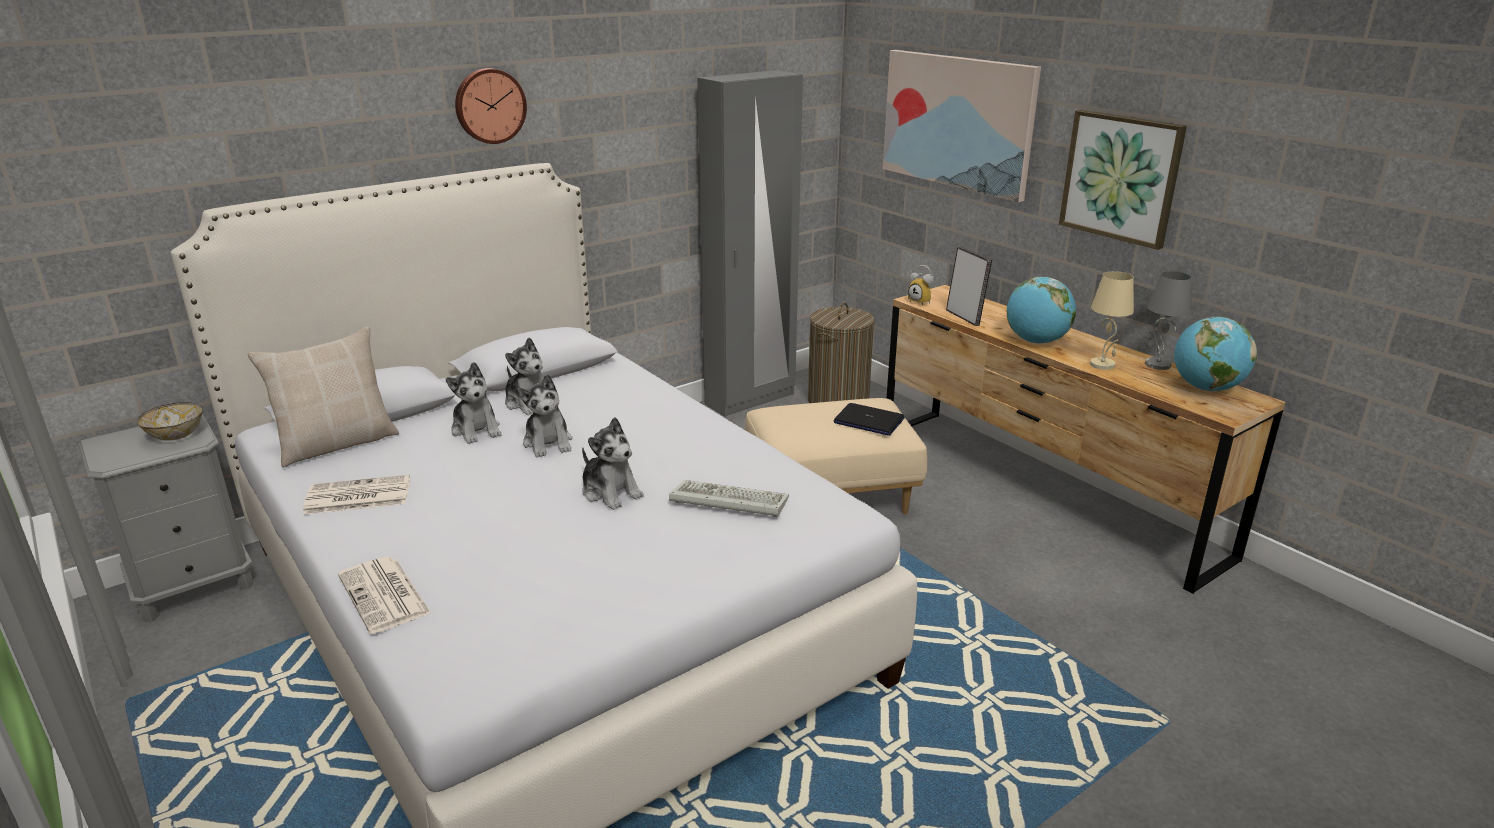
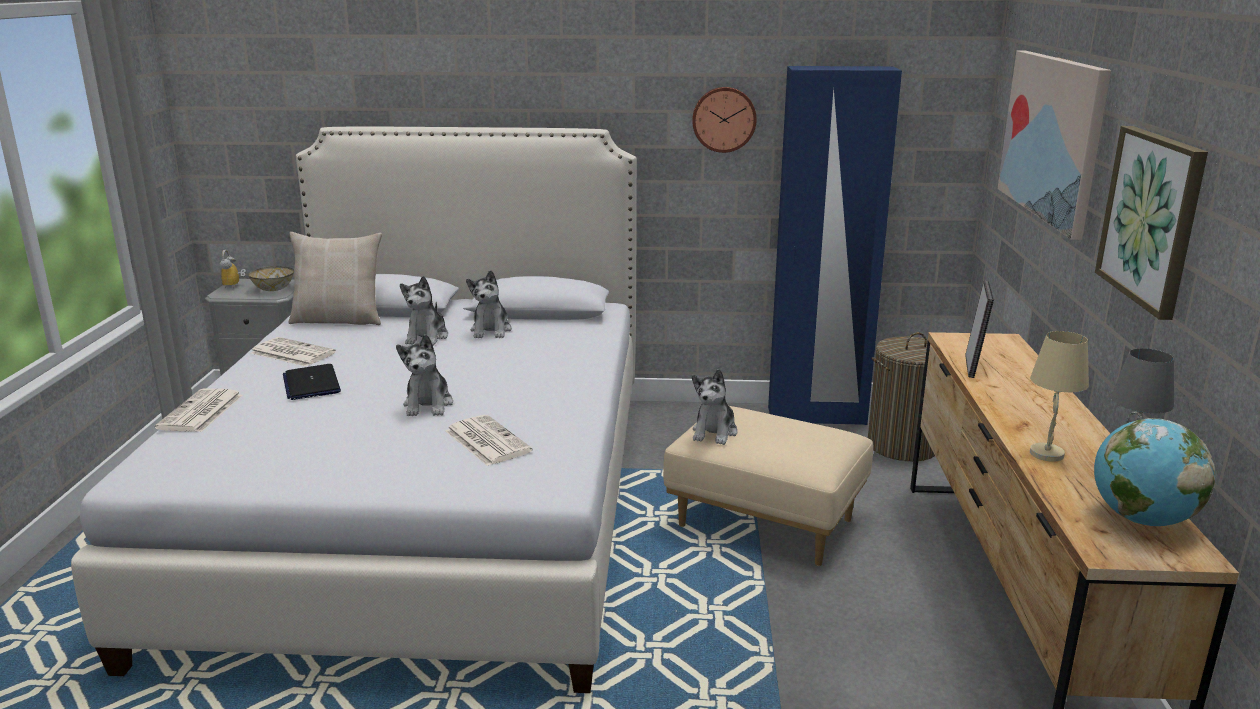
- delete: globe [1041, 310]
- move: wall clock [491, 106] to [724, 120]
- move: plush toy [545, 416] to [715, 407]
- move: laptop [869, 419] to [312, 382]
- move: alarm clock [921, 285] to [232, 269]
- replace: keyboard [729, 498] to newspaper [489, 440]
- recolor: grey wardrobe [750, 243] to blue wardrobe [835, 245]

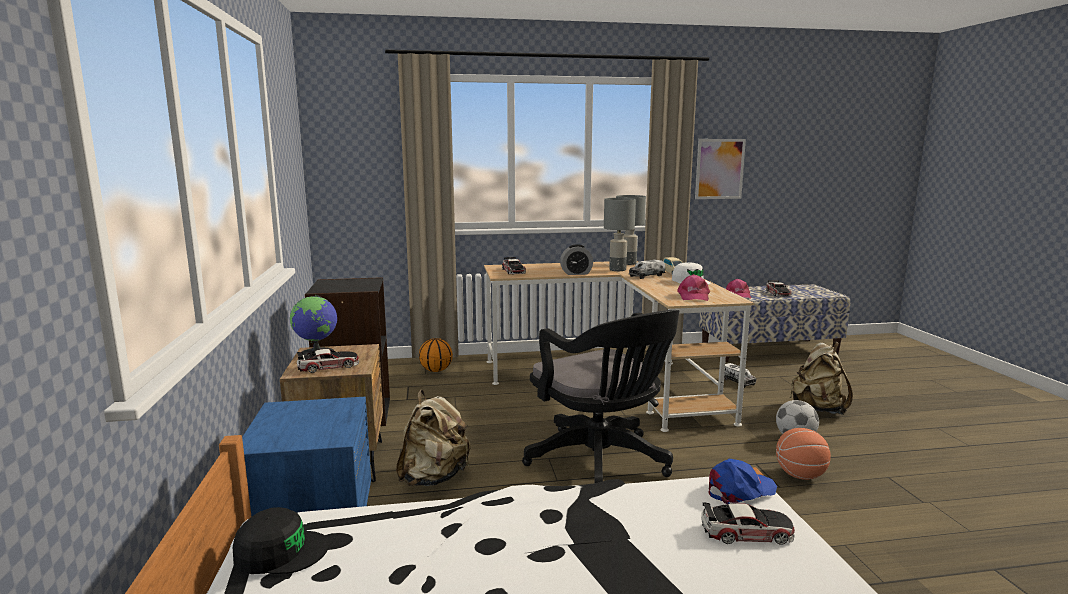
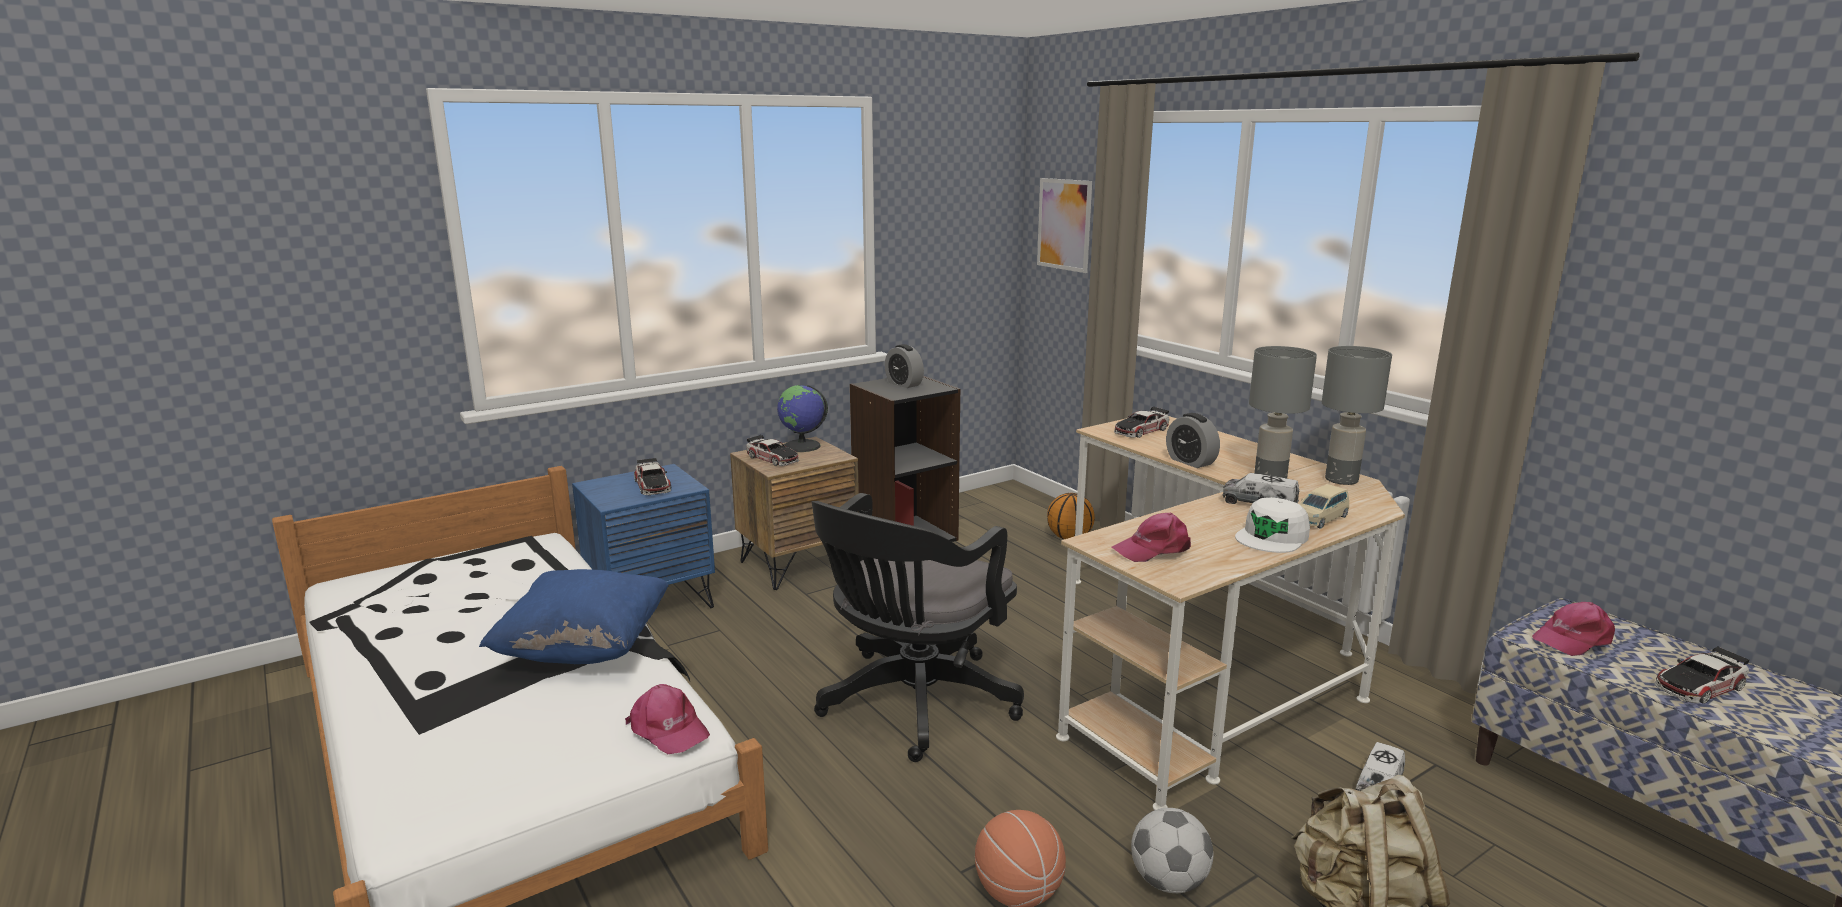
- delete: black cap [281, 540]
- delete: beige backpack [433, 438]
- insert: blue pillow [574, 616]
- insert: alarm clock [904, 366]
- move: picture [720, 169] to [1064, 225]
- move: toy car [748, 523] to [652, 476]
- recolor: blue cap [742, 481] to pink cap [667, 719]

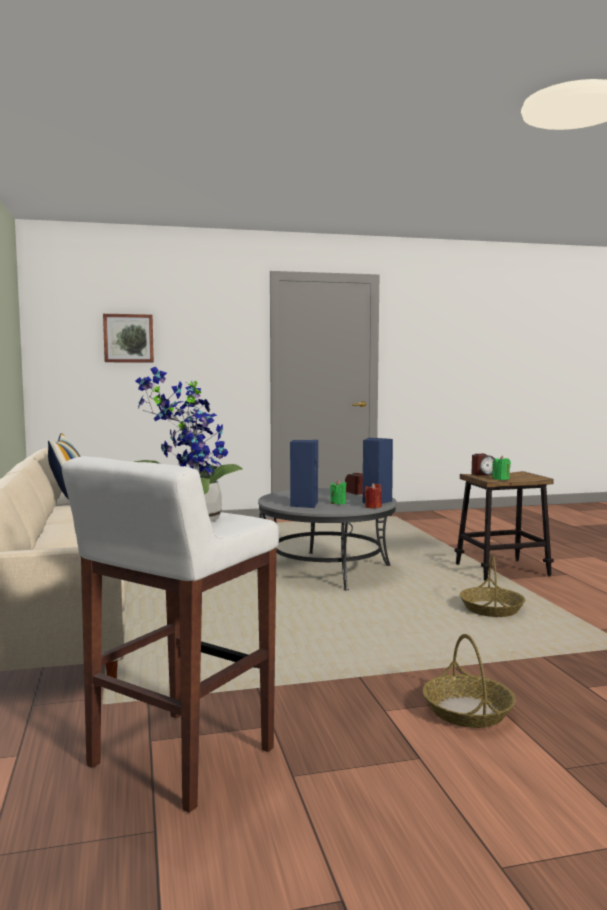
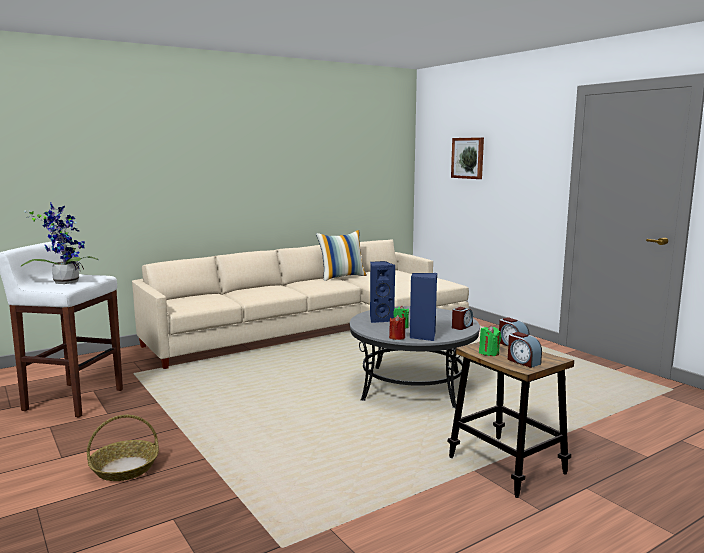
- delete: basket [492, 586]
- insert: alarm clock [525, 350]

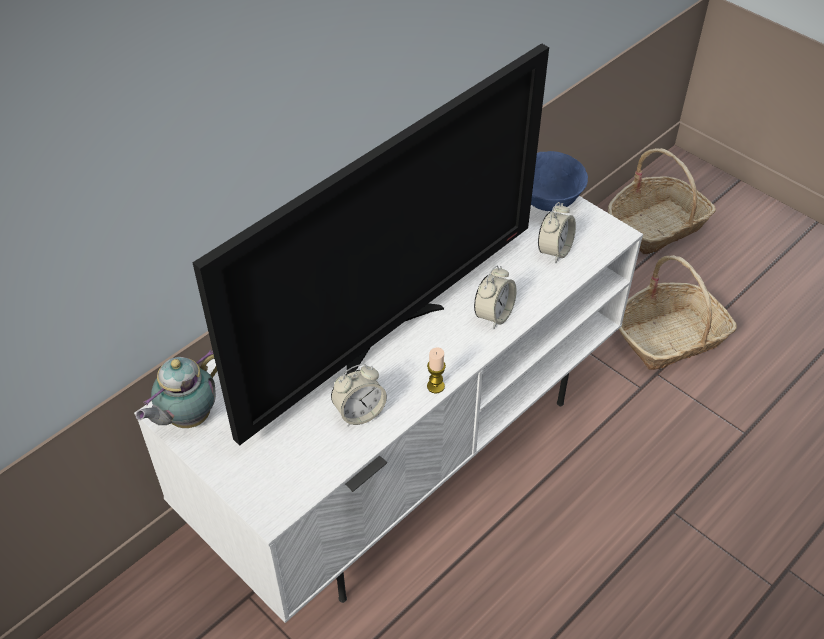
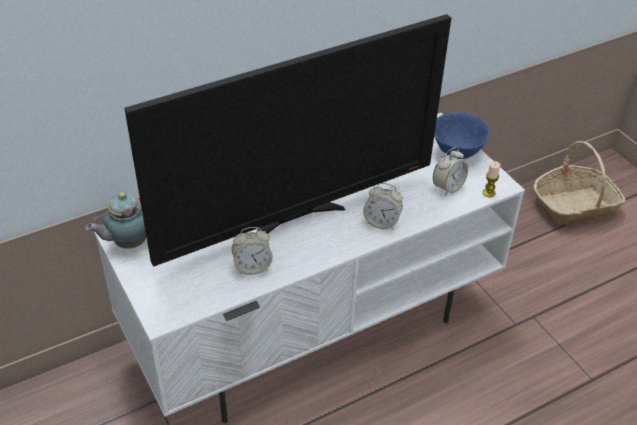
- delete: basket [678, 312]
- move: candle [436, 370] to [491, 179]
- rotate: alarm clock [495, 297] = [383, 206] 60 degrees clockwise

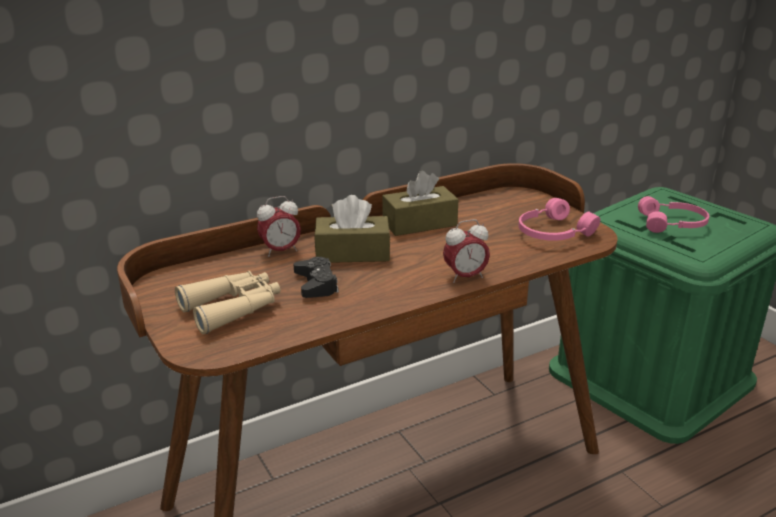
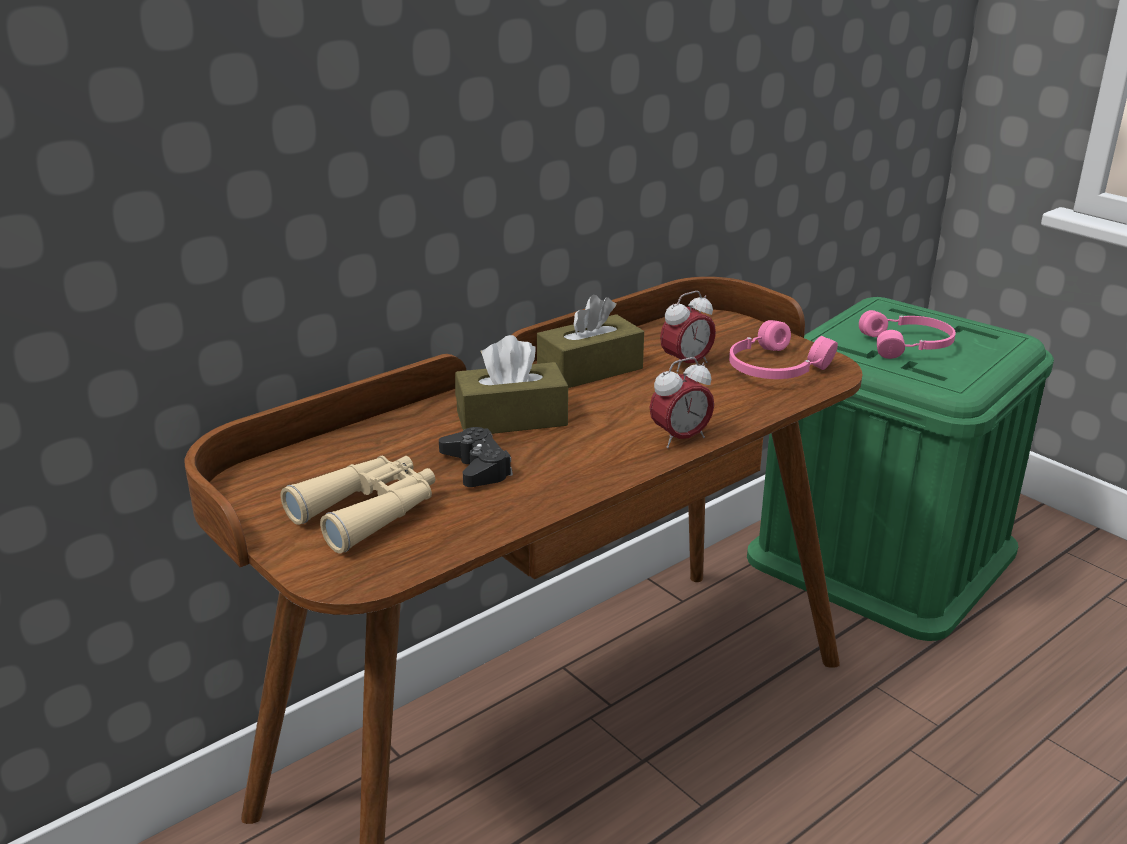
- move: alarm clock [279, 226] to [688, 331]

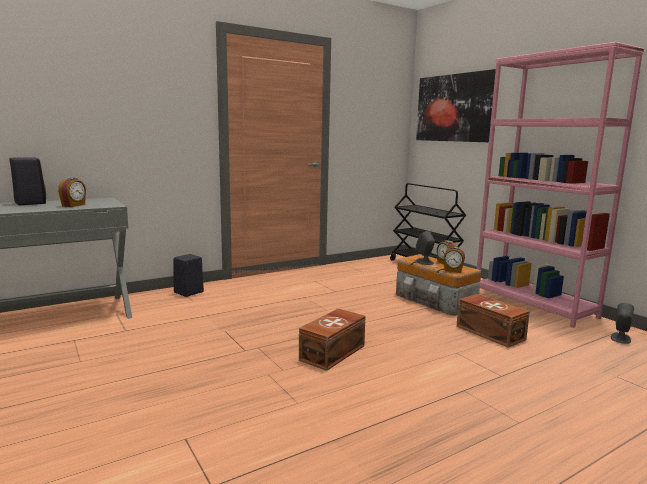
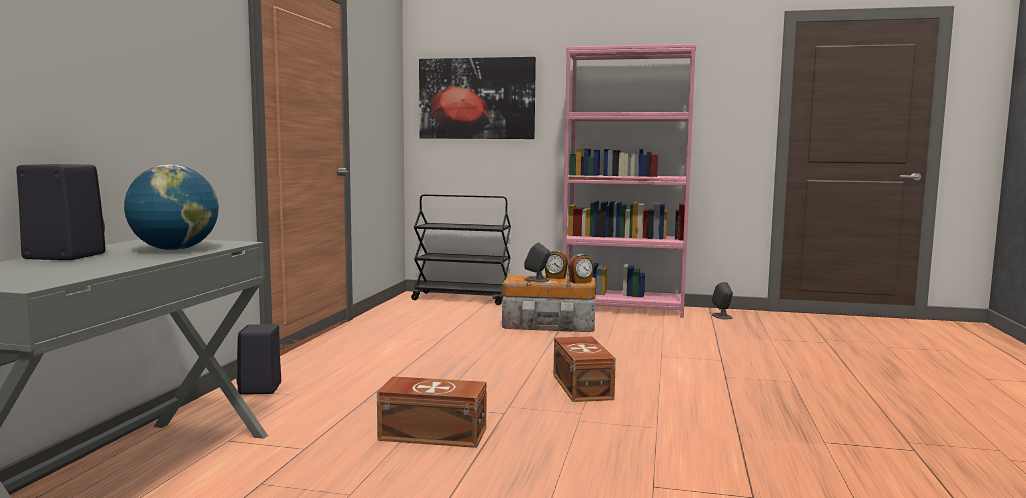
- move: brown storage box [493, 321] to [432, 412]
- replace: alarm clock [72, 192] to globe [171, 207]

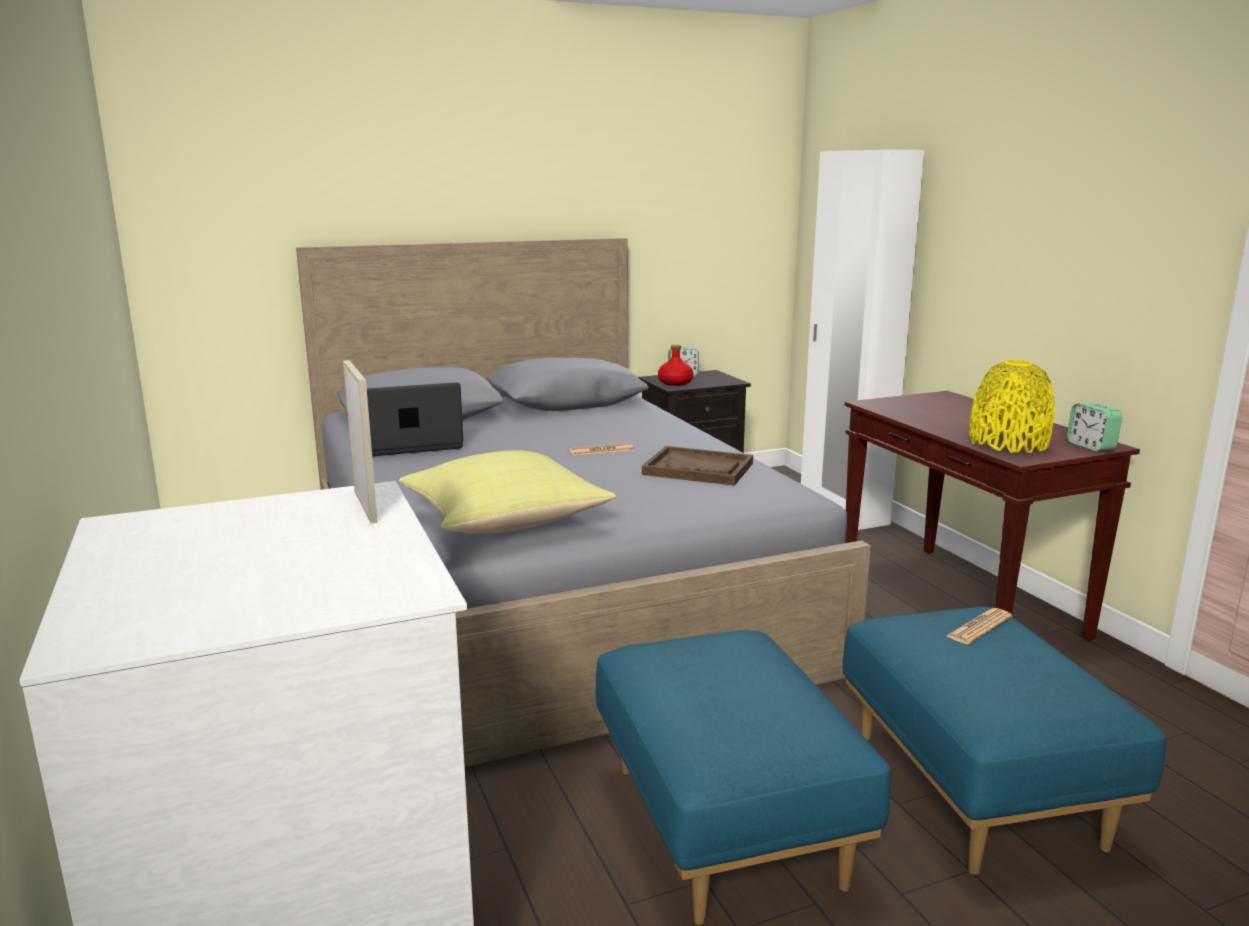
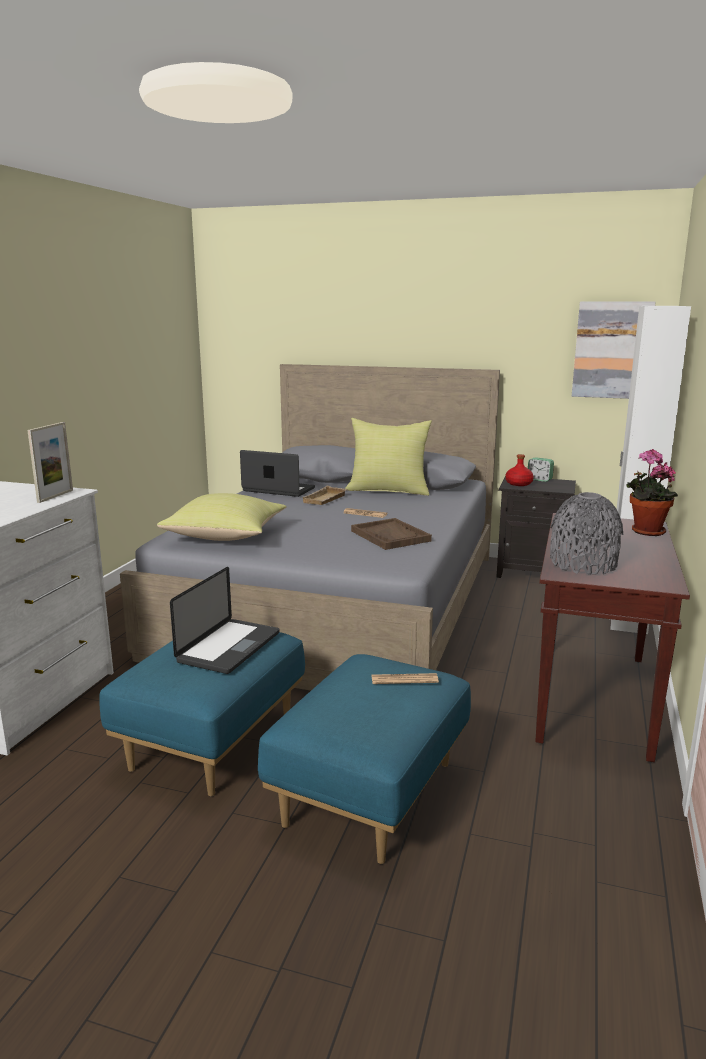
- delete: alarm clock [1094, 427]
- insert: laptop [224, 620]
- insert: beige tray [325, 495]
- insert: yellow pillow [388, 457]
- insert: picture [614, 350]
- insert: potted plant [652, 492]
- recolor: yellow vase [1012, 406] to grey vase [586, 533]

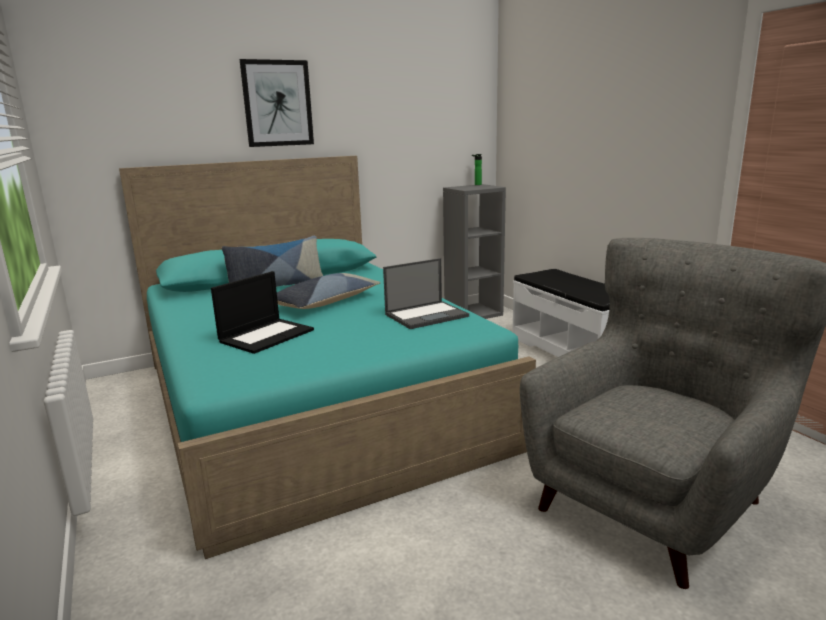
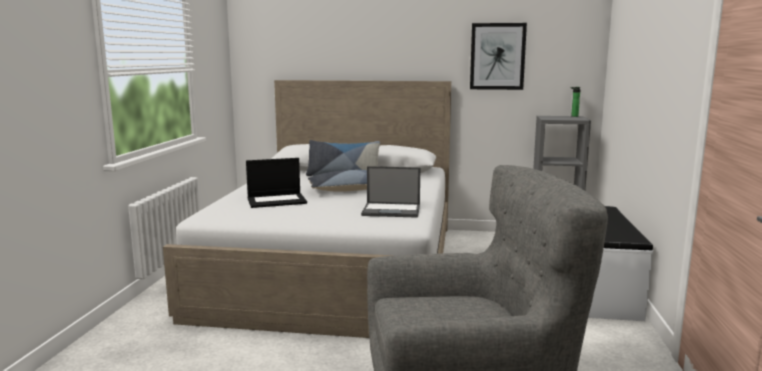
- move: picture [277, 103] to [498, 56]
- recolor: turquoise bed [327, 357] to white bed [307, 209]

